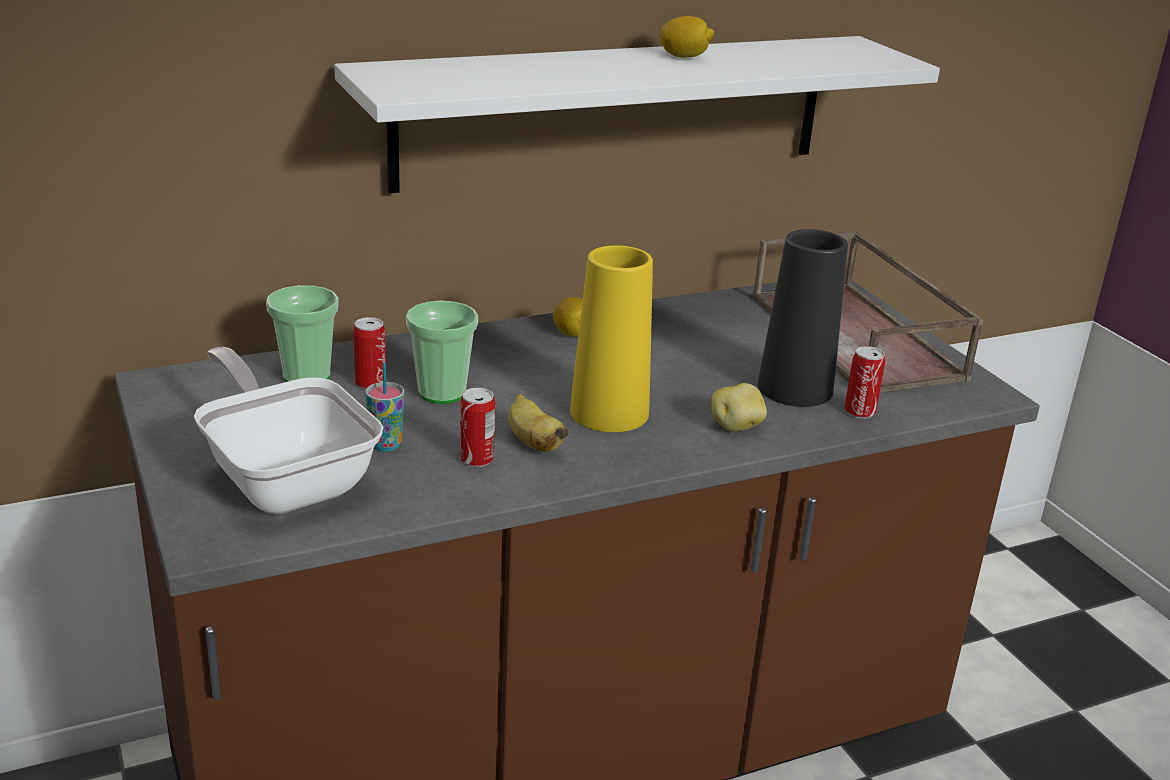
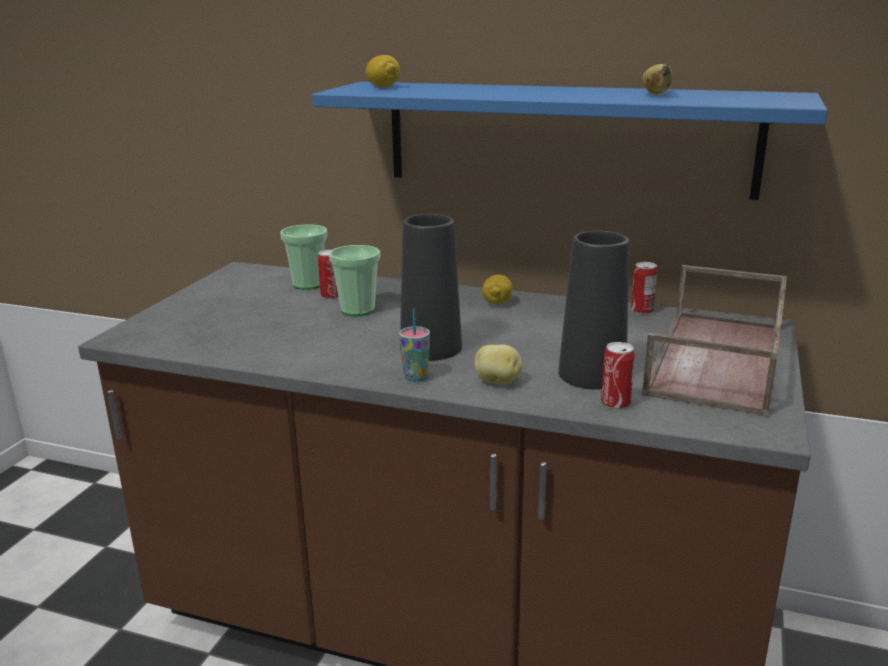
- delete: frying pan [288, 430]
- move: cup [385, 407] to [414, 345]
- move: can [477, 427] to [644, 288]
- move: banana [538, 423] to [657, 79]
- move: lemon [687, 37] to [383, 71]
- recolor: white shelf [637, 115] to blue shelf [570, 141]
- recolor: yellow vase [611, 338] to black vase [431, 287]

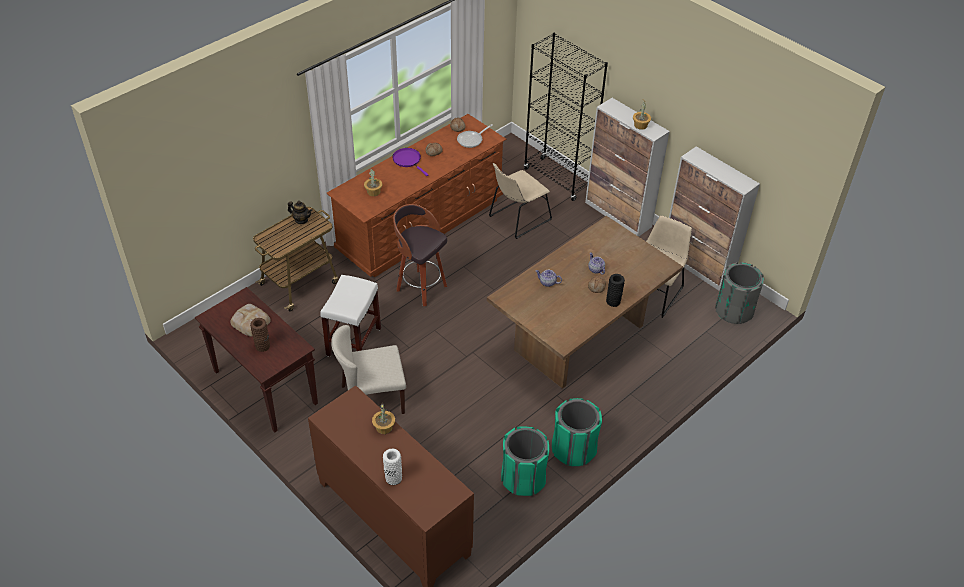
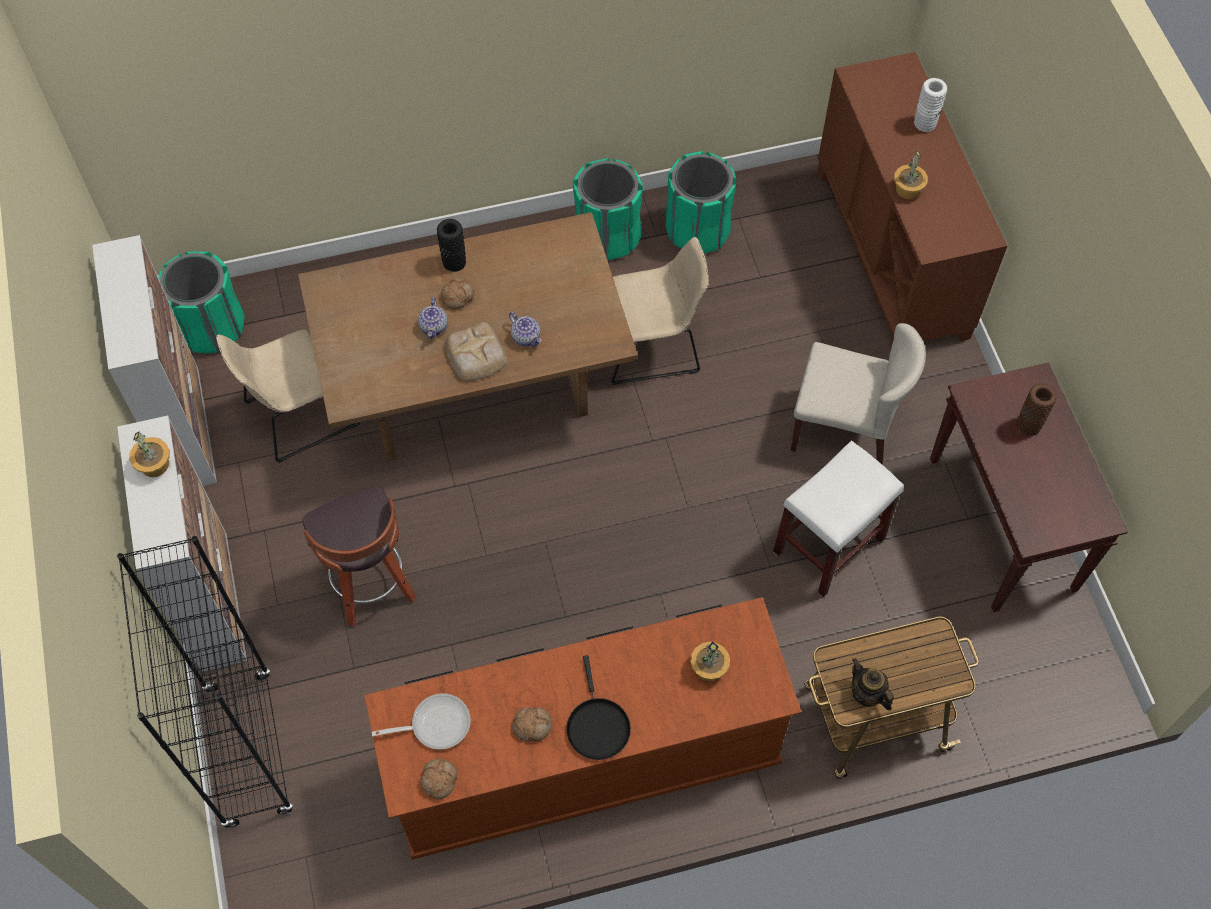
- move: bread [250, 320] to [476, 351]
- move: stool [420, 255] to [359, 557]
- move: beige chair [520, 201] to [660, 311]
- recolor: purple frying pan [410, 162] to black frying pan [599, 707]
- recolor: grey trash can [739, 293] to green trash can [201, 302]

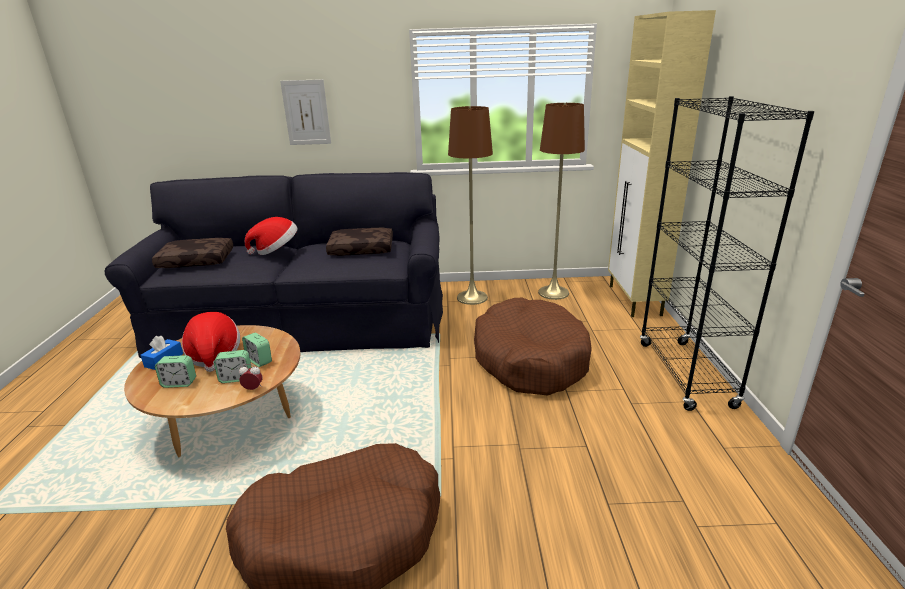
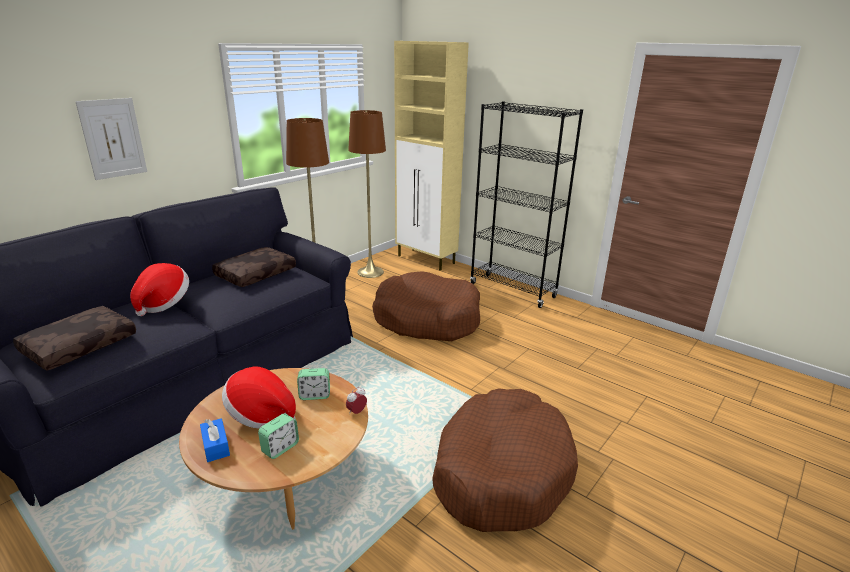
- delete: alarm clock [233, 366]

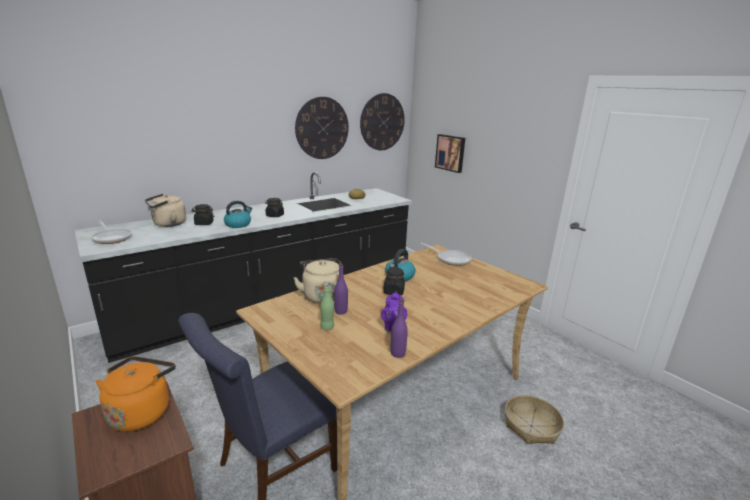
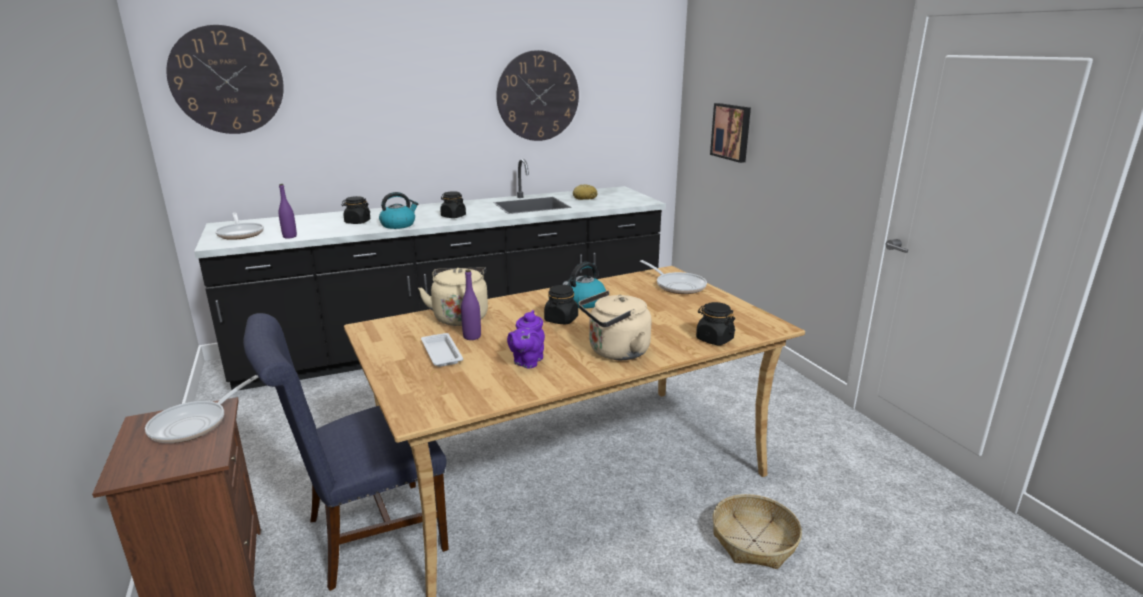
- insert: black jar [715, 323]
- move: beige kettle [165, 210] to [615, 325]
- move: wall clock [382, 121] to [225, 79]
- move: purple bottle [399, 328] to [288, 211]
- replace: orange kettle [136, 394] to frying pan [202, 409]
- replace: green bottle [327, 307] to white tray [442, 350]

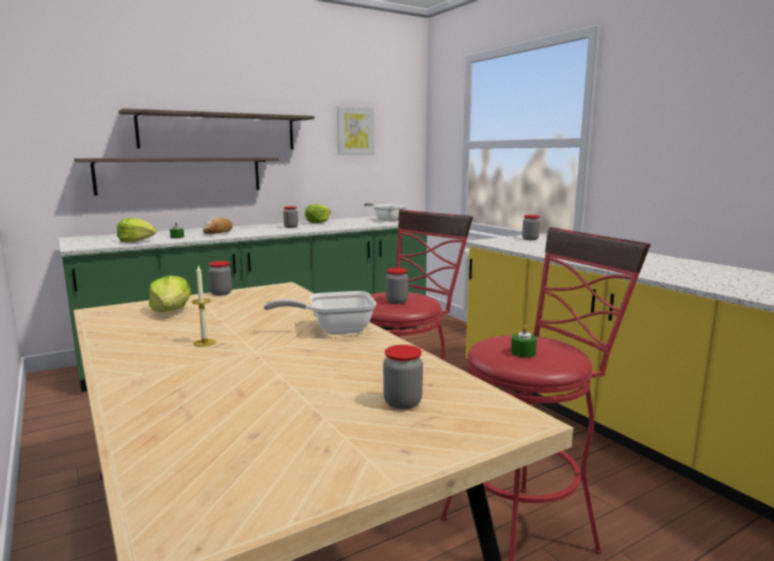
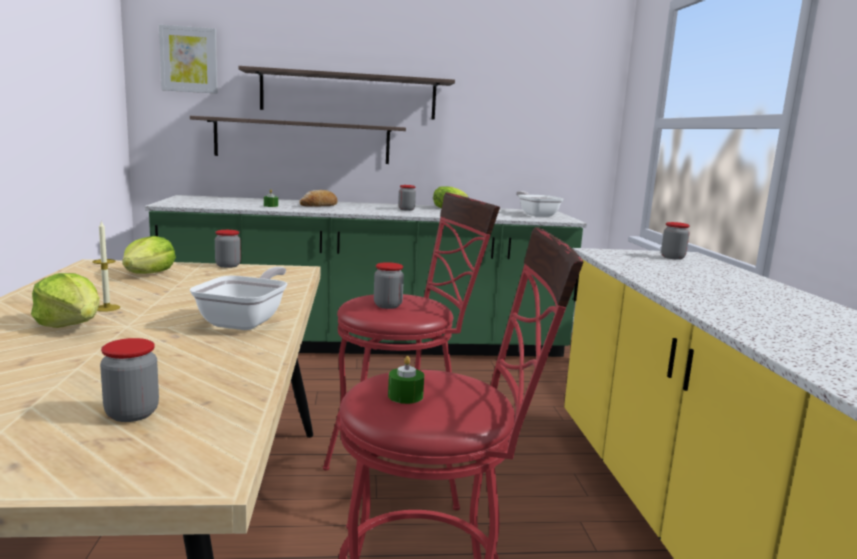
- move: lettuce [137, 230] to [65, 300]
- move: picture [355, 130] to [188, 59]
- rotate: frying pan [320, 313] = [238, 298] 90 degrees clockwise

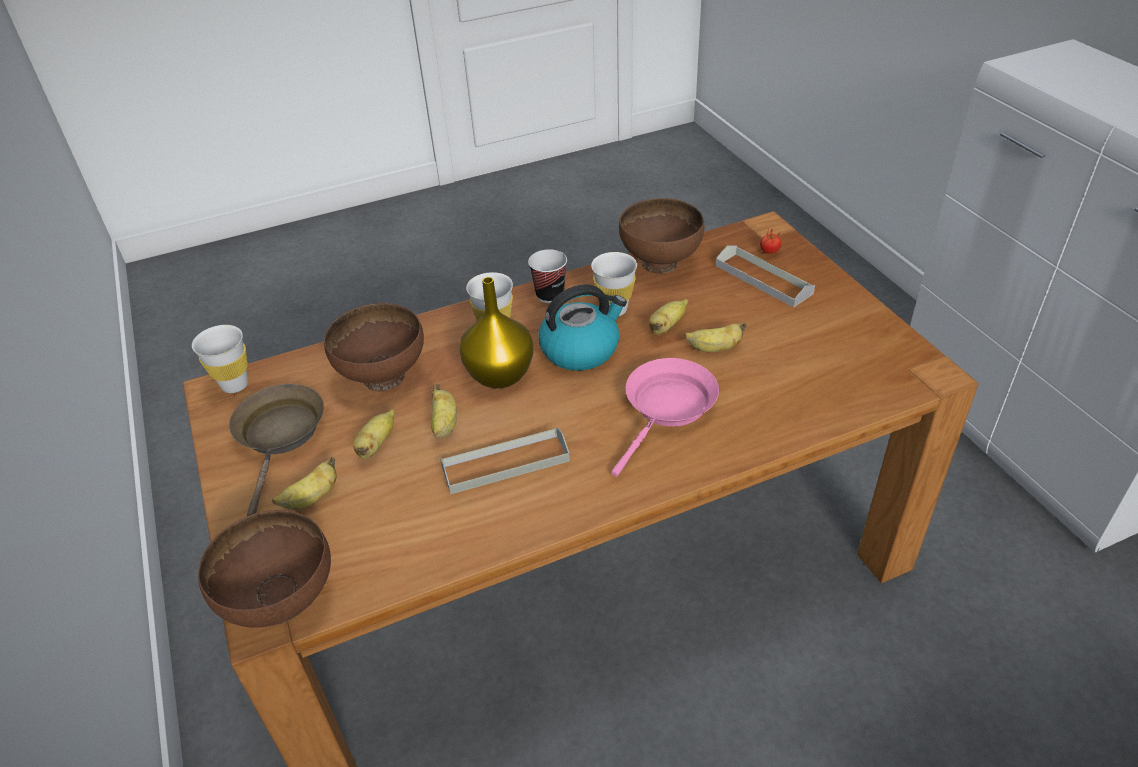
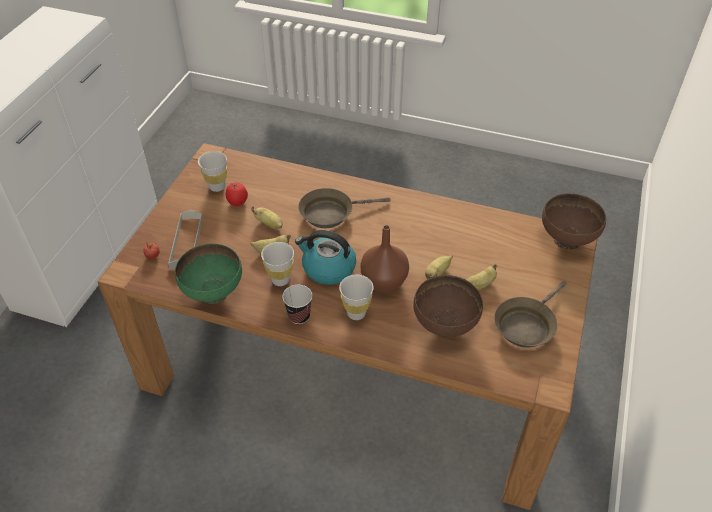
- delete: banana [304, 483]
- delete: grey tray [505, 460]
- insert: tomato [237, 194]
- move: white cup [220, 359] to [212, 171]
- recolor: yellow vase [496, 333] to brown vase [384, 259]
- recolor: pink frying pan [665, 417] to brown frying pan [344, 208]
- recolor: brown bowl [662, 236] to green bowl [208, 273]

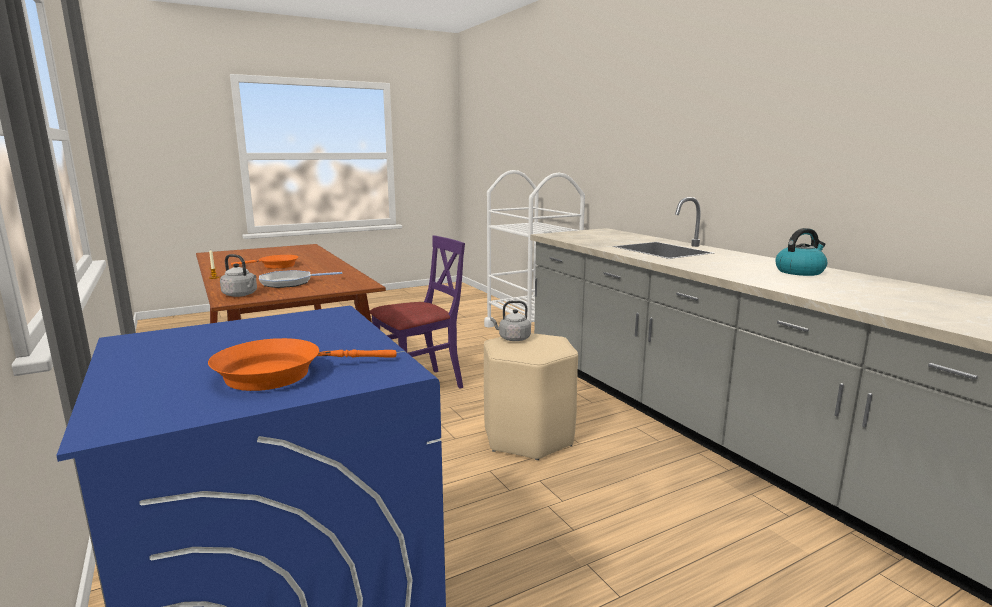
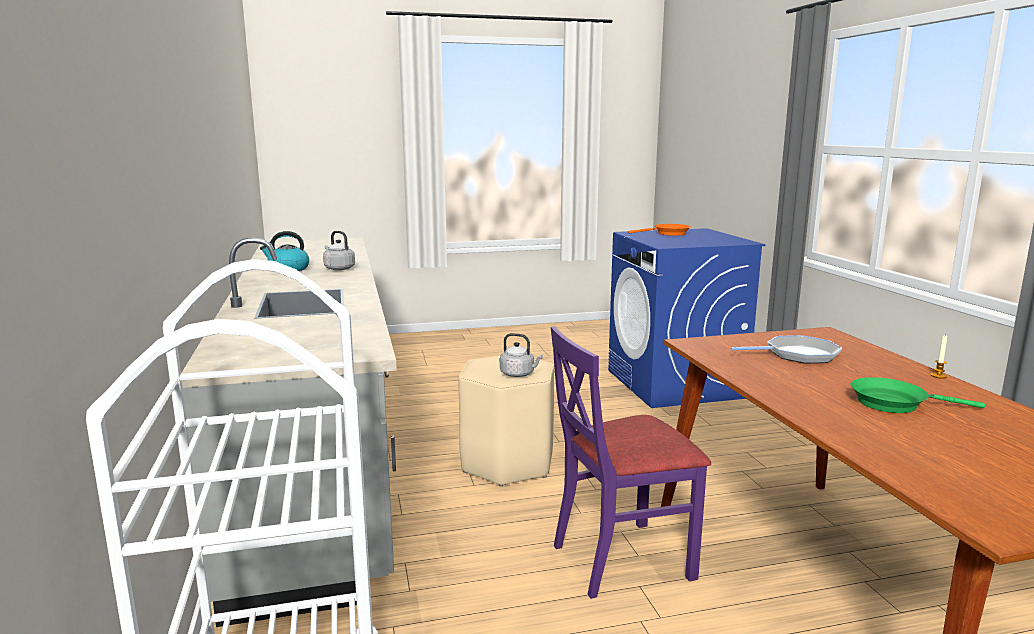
- move: grey kettle [238, 275] to [339, 250]
- recolor: orange frying pan [264, 262] to green frying pan [917, 395]

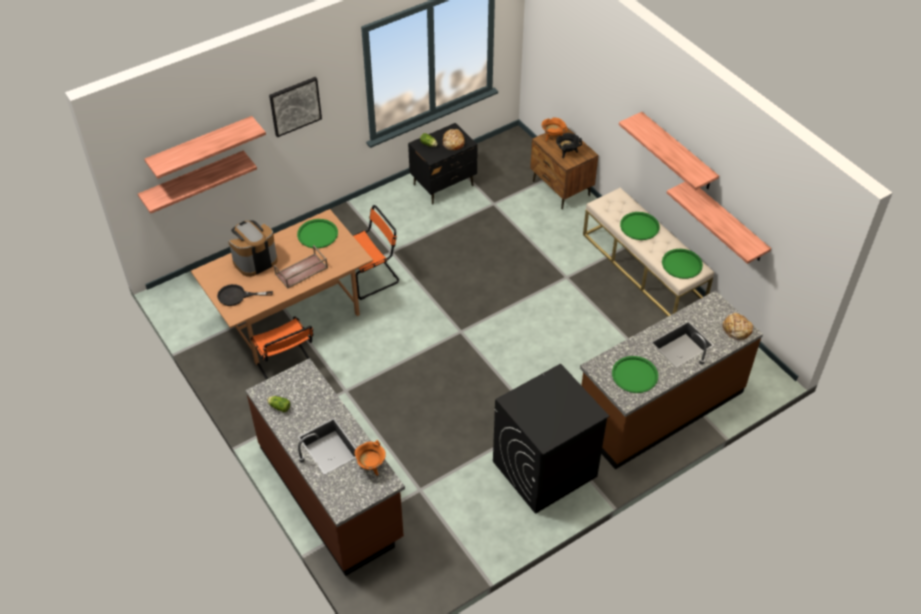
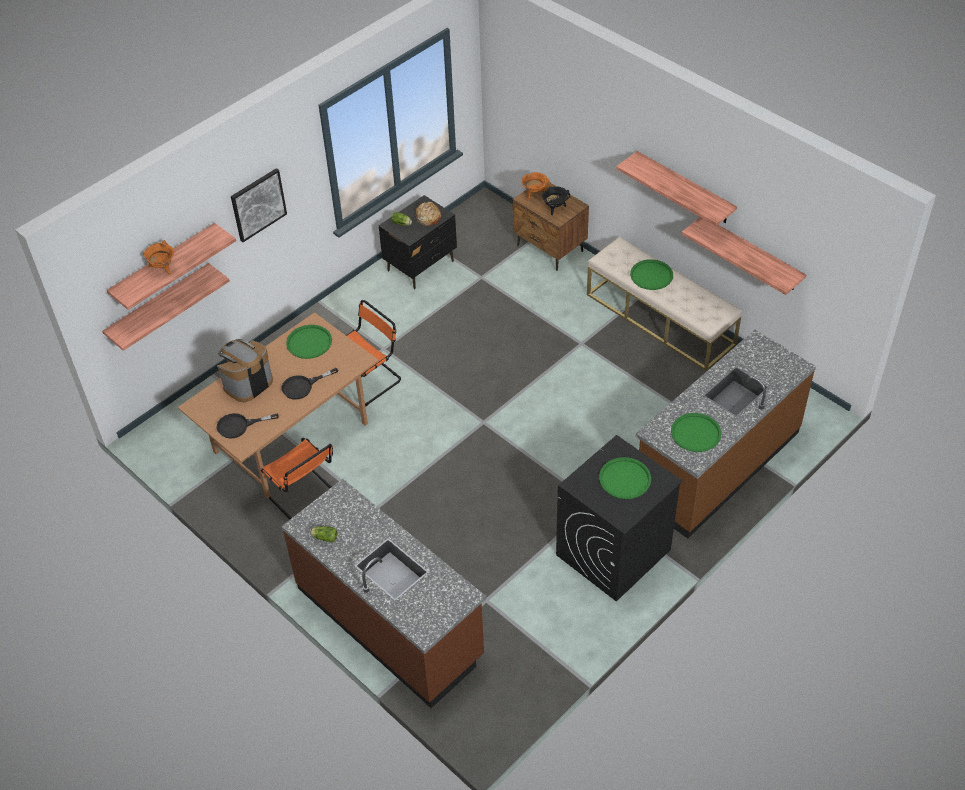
- delete: bread [737, 326]
- move: orange cooking pot [370, 458] to [158, 257]
- move: green tray [682, 264] to [625, 478]
- replace: brown tray [301, 267] to black frying pan [309, 384]

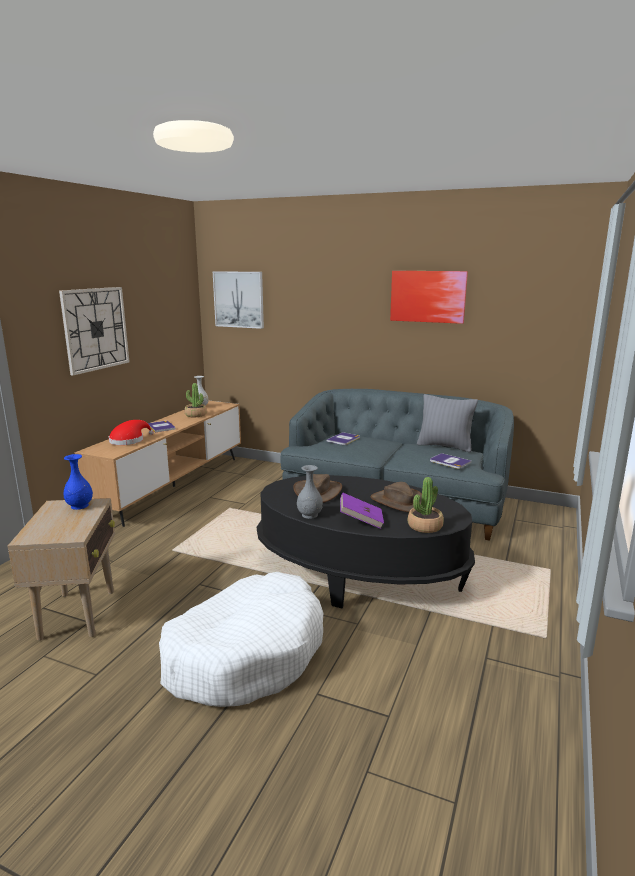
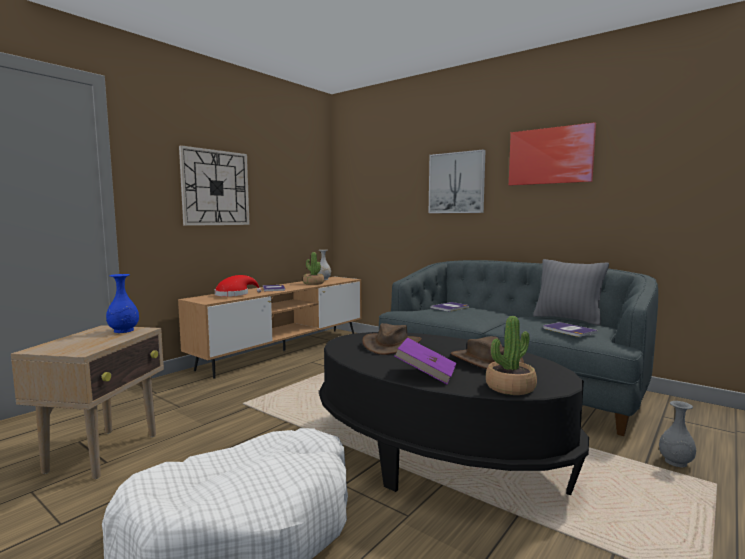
- move: picture [238, 300] to [457, 181]
- move: grey vase [310, 492] to [677, 434]

